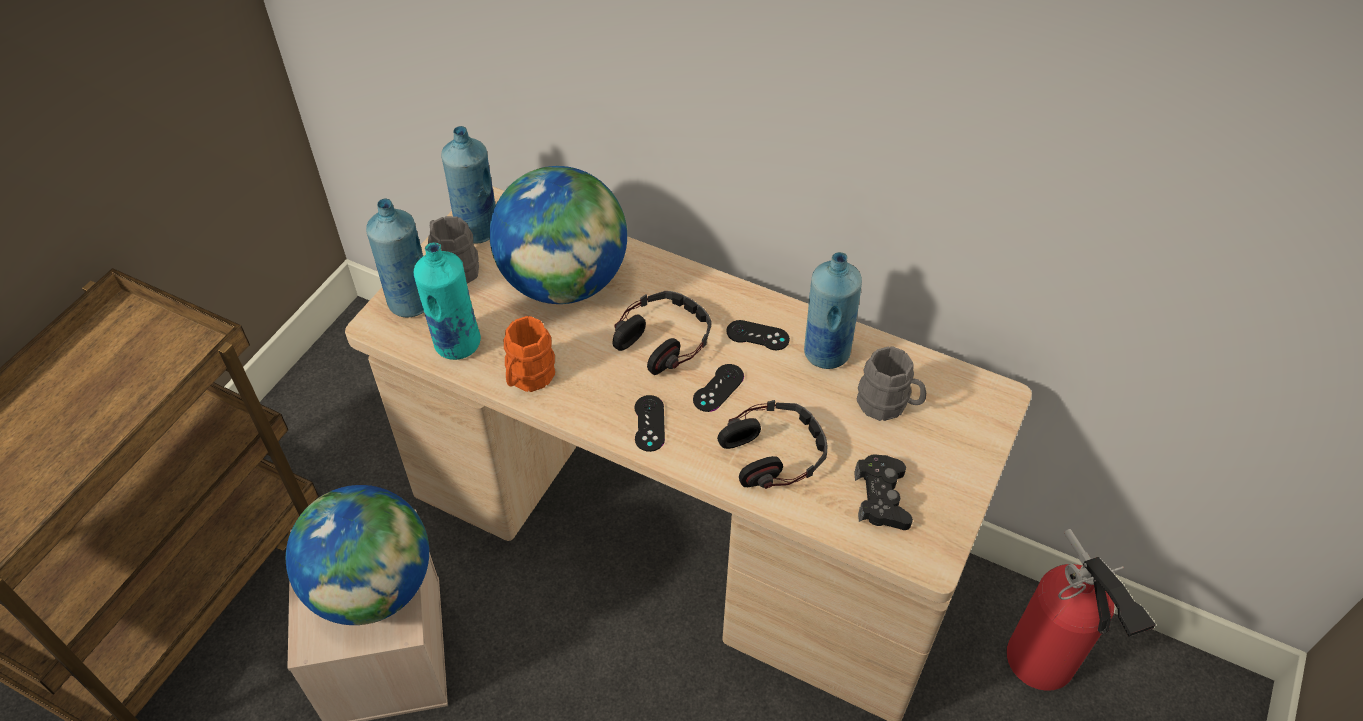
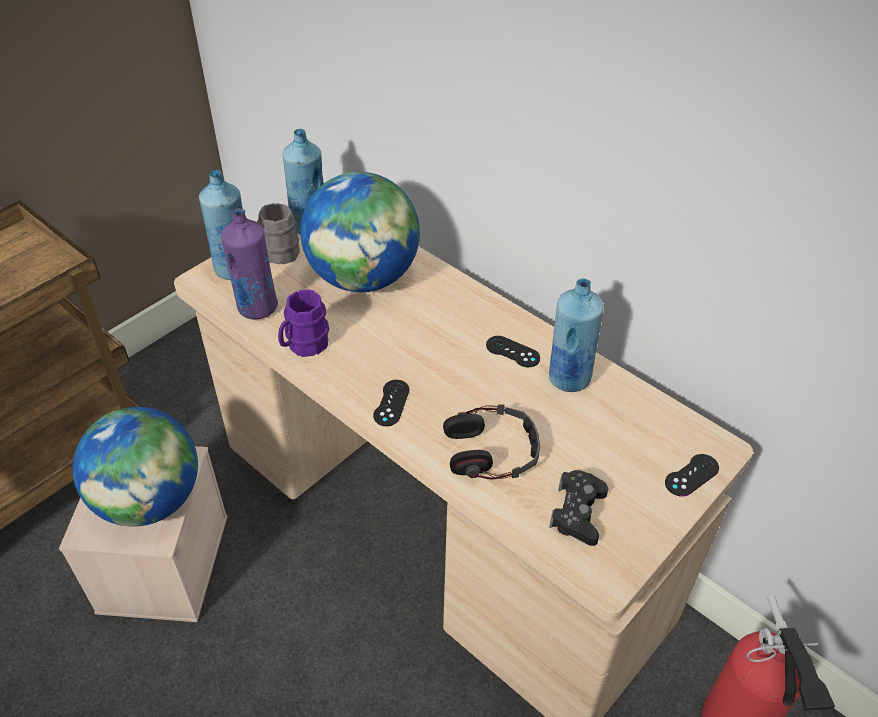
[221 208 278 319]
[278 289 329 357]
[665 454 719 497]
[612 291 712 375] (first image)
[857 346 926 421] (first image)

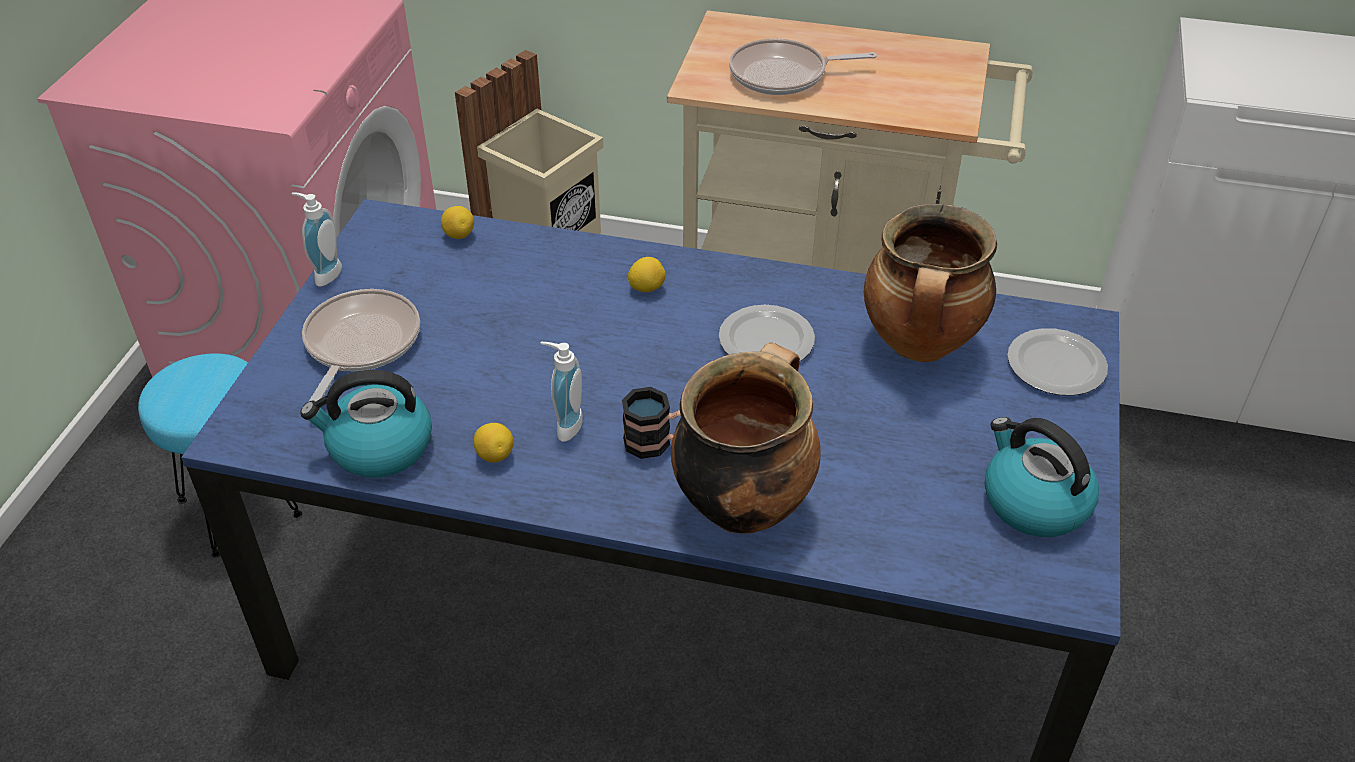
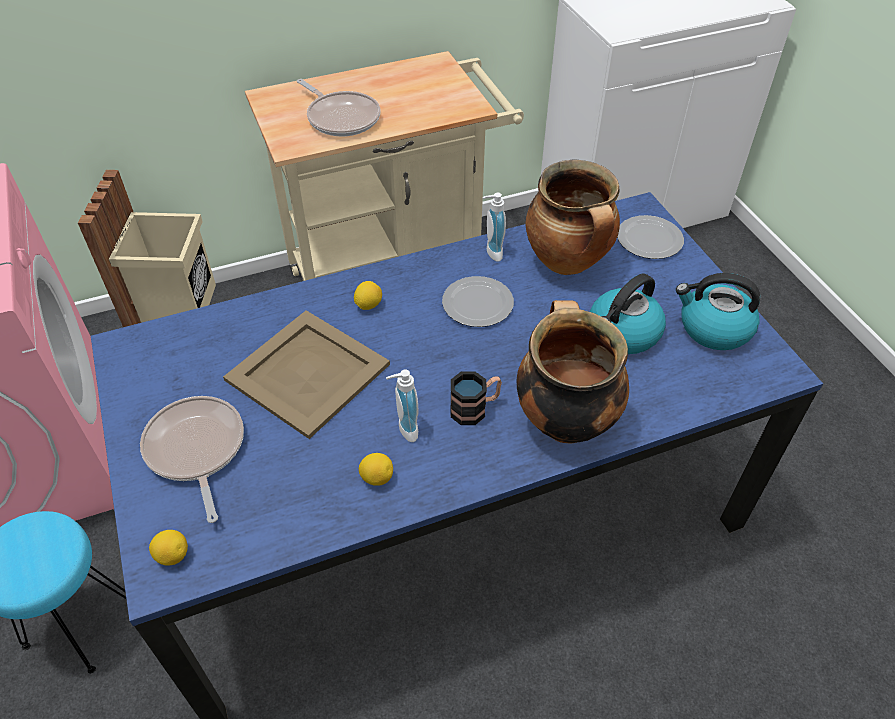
[149 530 188 566]
[223 310 390 439]
[297 79 380 137]
[482 193 506 262]
[590 273 666 354]

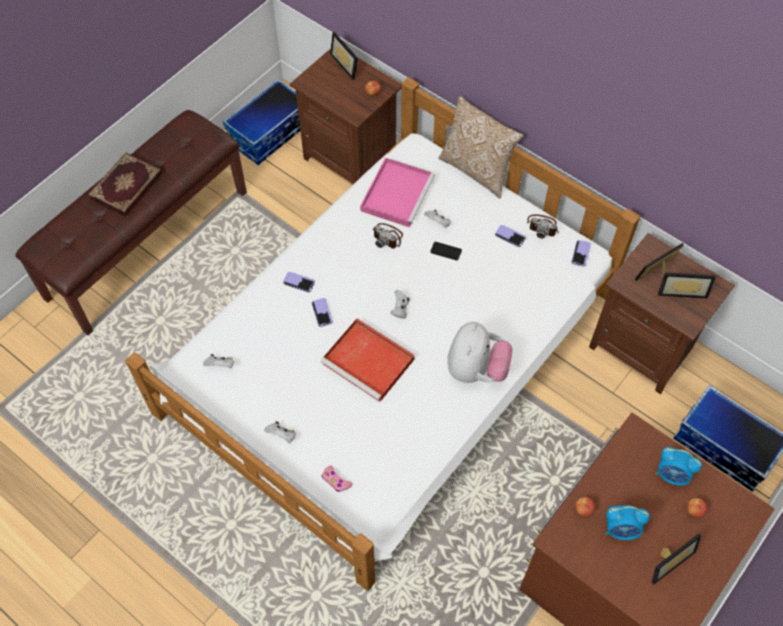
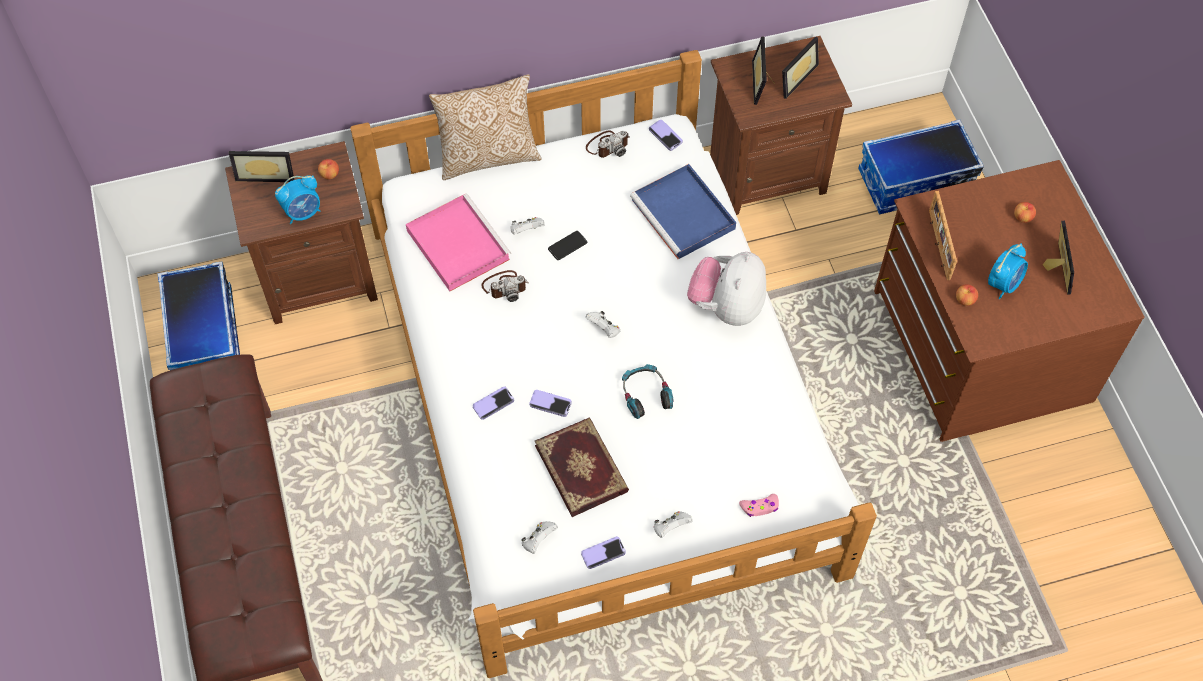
[275 175 320 224]
[535 418 629 517]
[581 537 626 569]
[622 364 674 419]
[630 164 736 259]
[687 252 766 326]
[929 191 957 280]

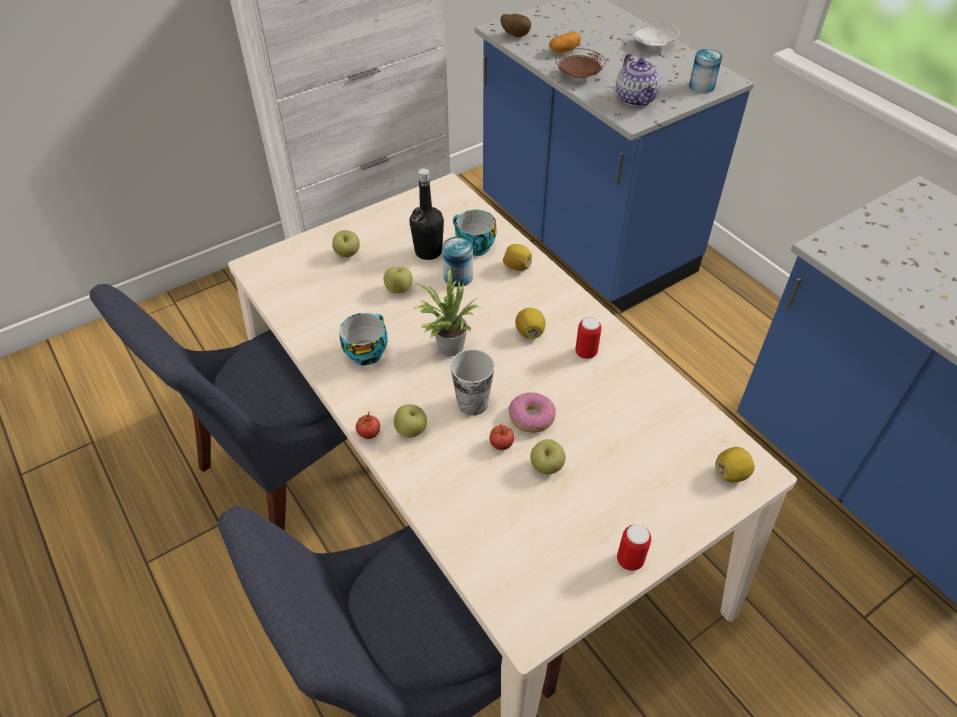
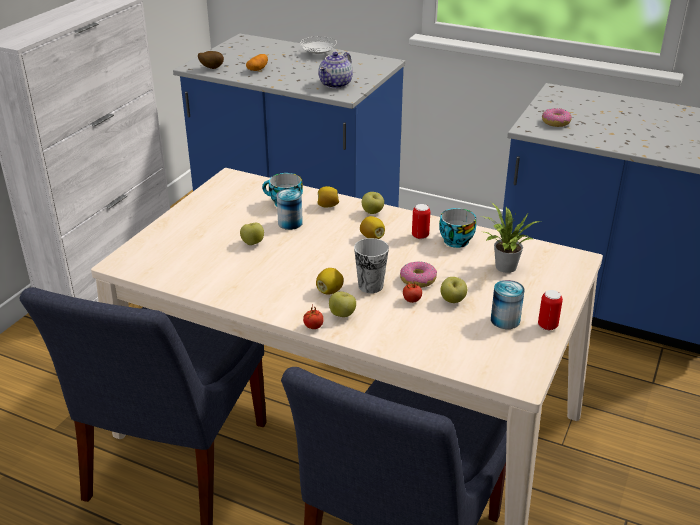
[316 268 344 295]
[318 52 353 89]
[362 192 384 214]
[439 208 476 248]
[484 202 541 273]
[491 280 524 329]
[542 108 572 127]
[410 168 444 260] (first image)
[556 48 606 78] (first image)

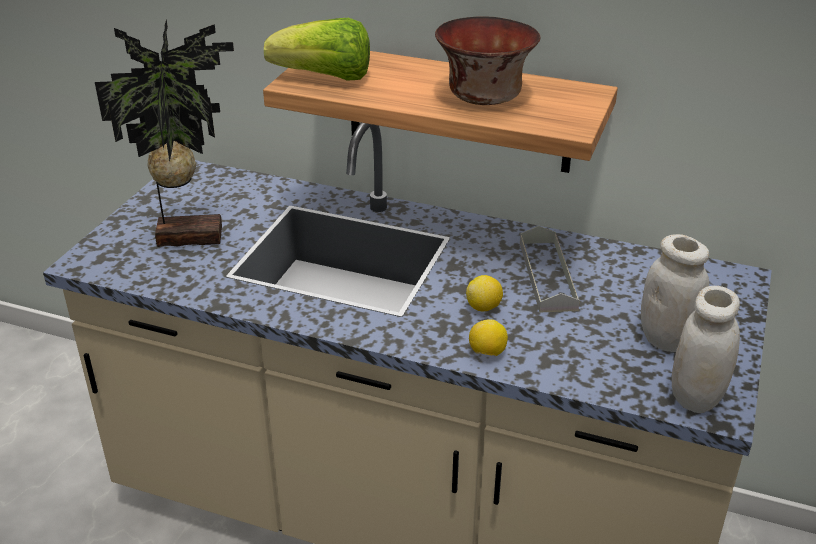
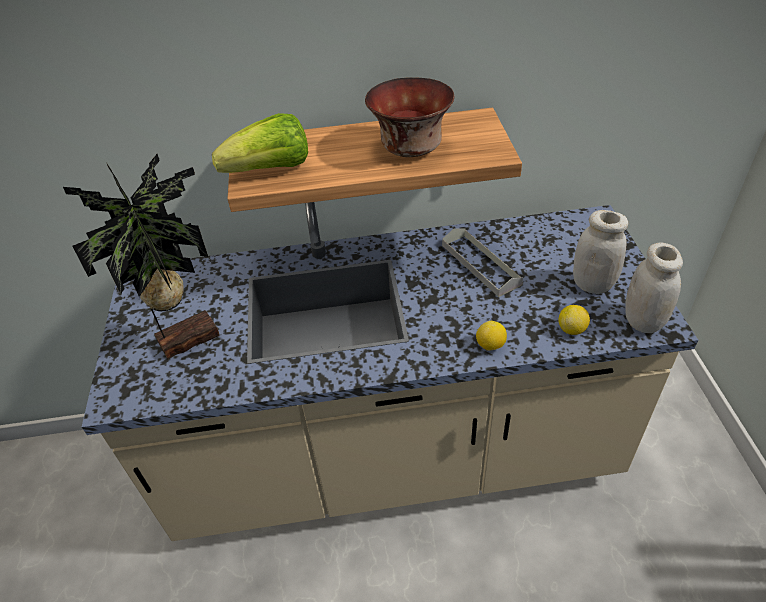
[558 305 590 335]

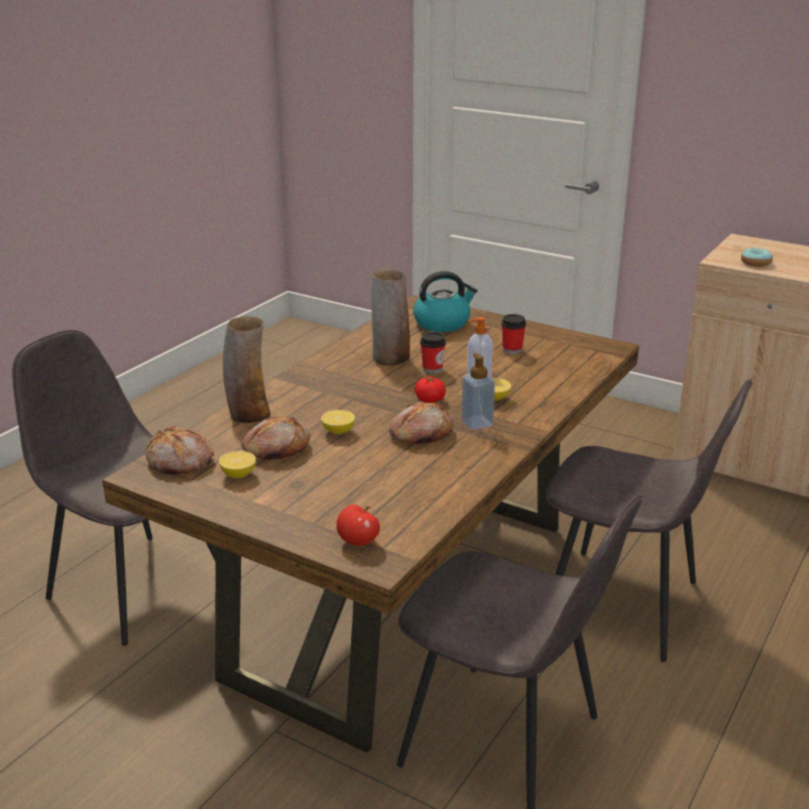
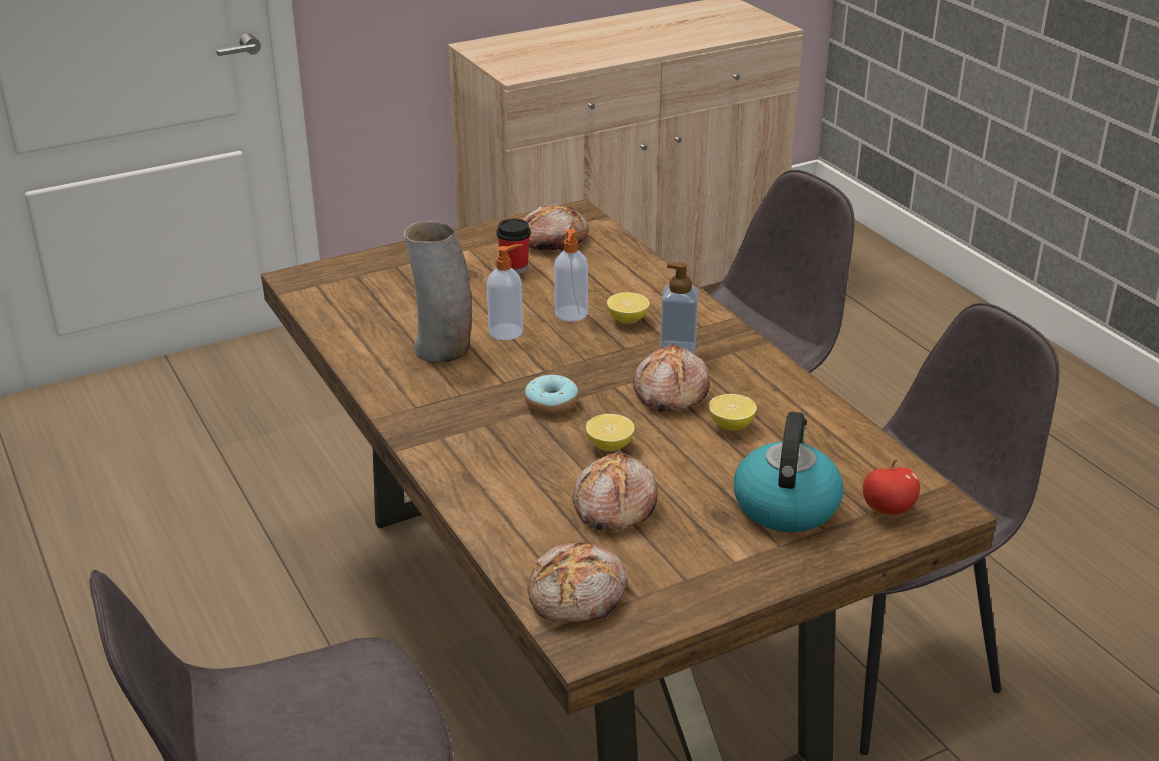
[487 244 523 340]
[522 204 589 251]
[524 375 579 415]
[708 394 757 431]
[734 412 844 532]
[223 316 270 423] (first image)
[414 377 446 403] (first image)

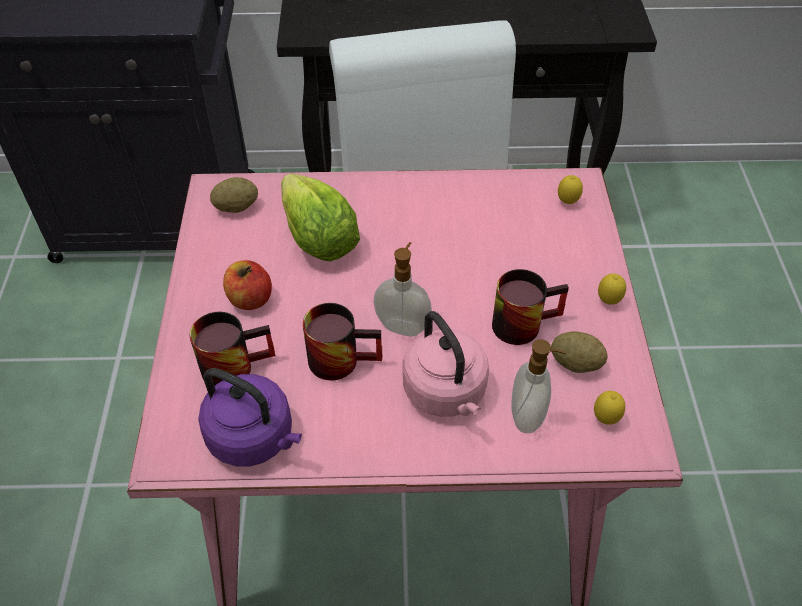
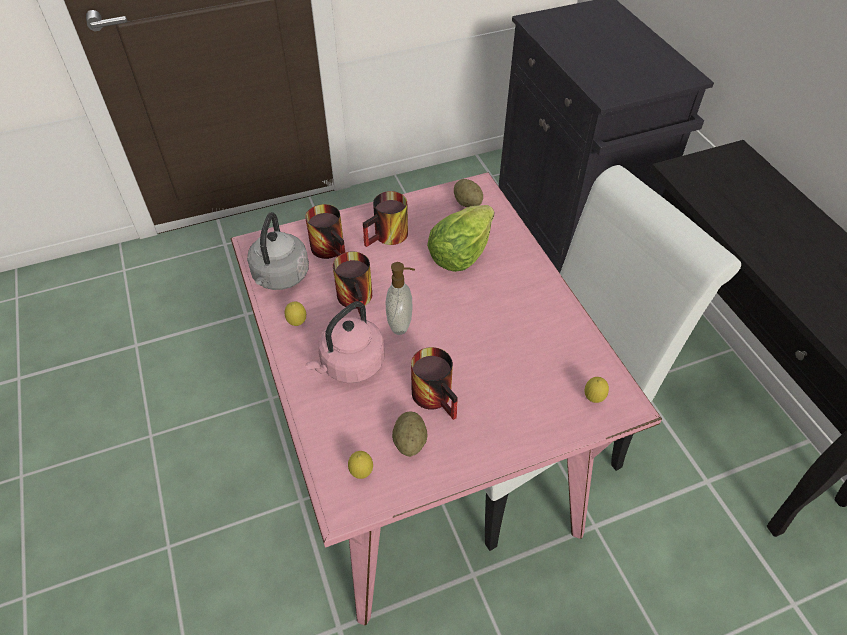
[247 212 309 290]
[285 302 306 326]
[363 191 408 247]
[511 339 566 433] (first image)

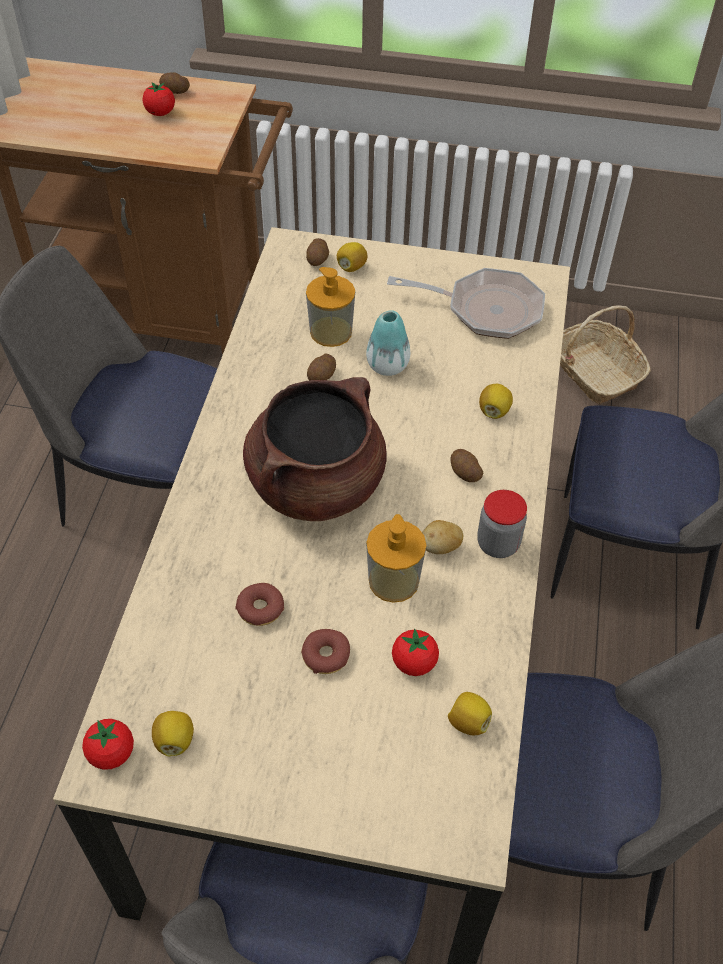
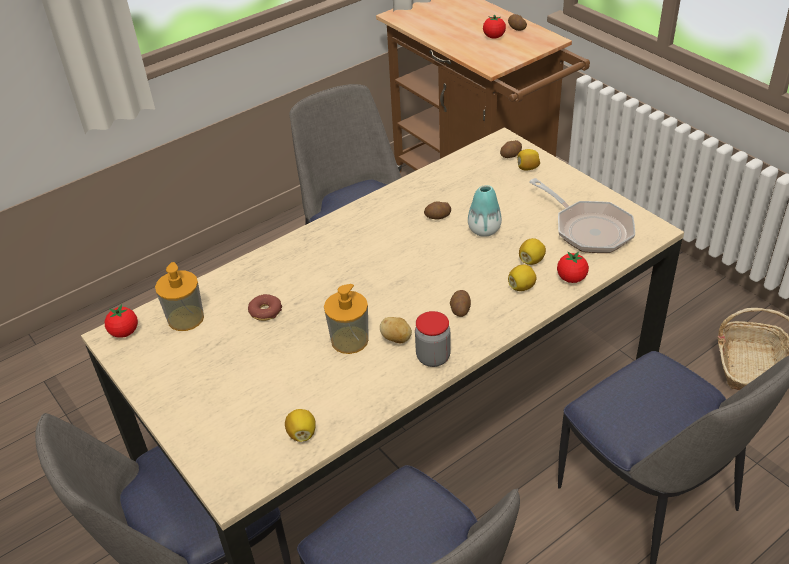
[155 262 204 331]
[519 238 546 265]
[557 251 589 283]
[243 377 387 521] (first image)
[301 629 350 674] (first image)

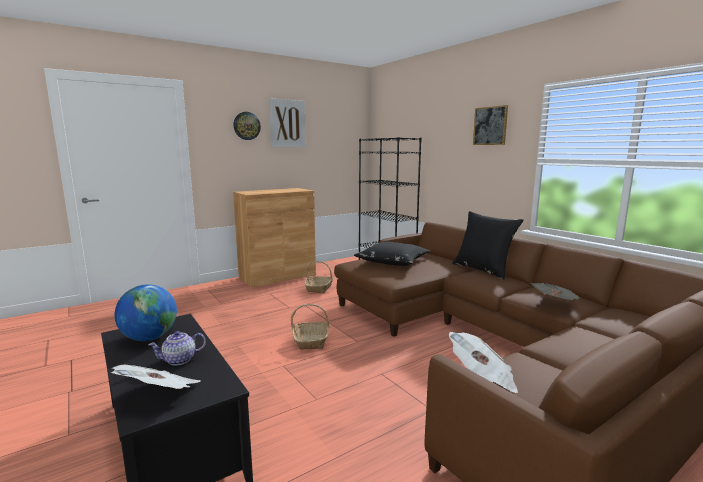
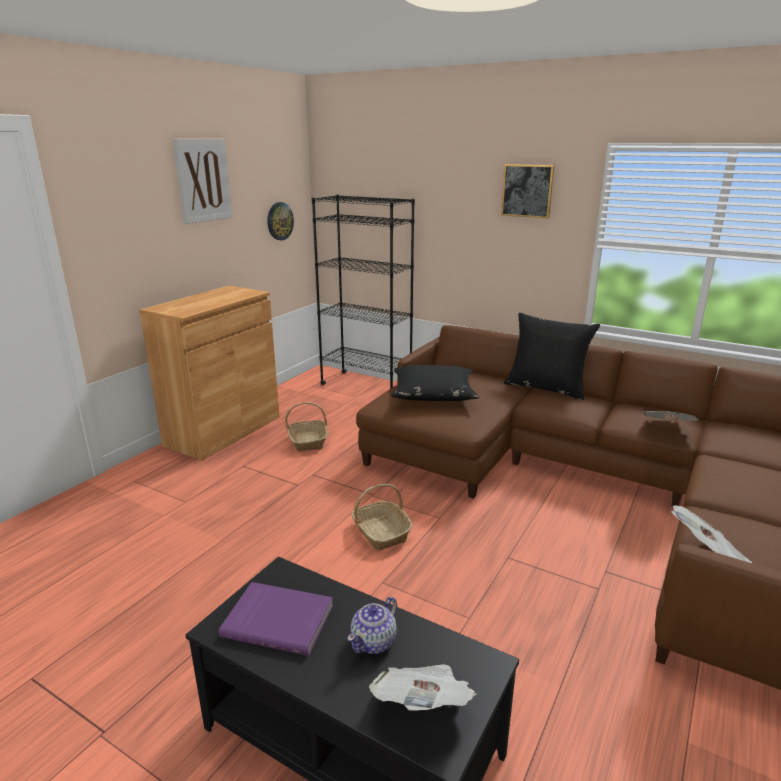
[219 582 333 656]
[267 202 294 240]

